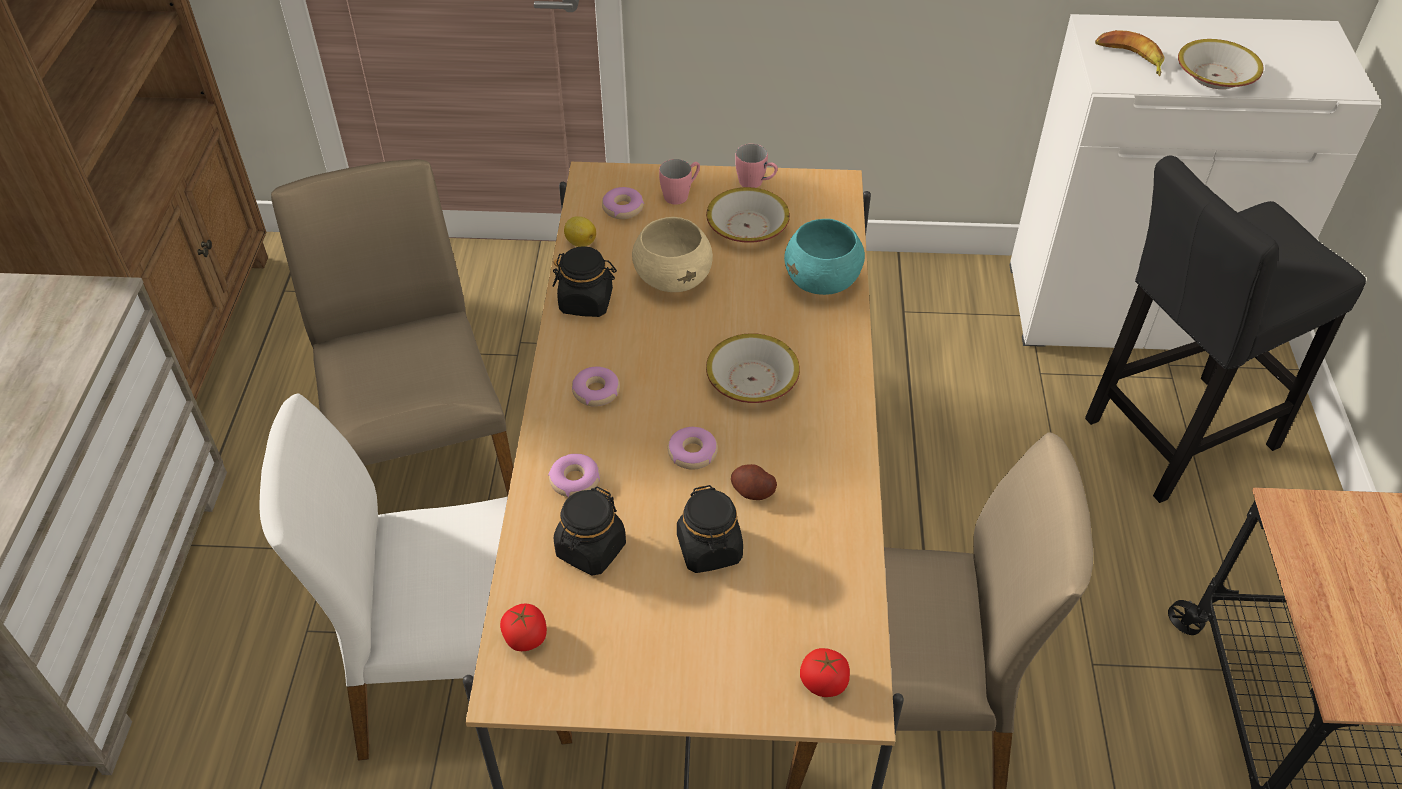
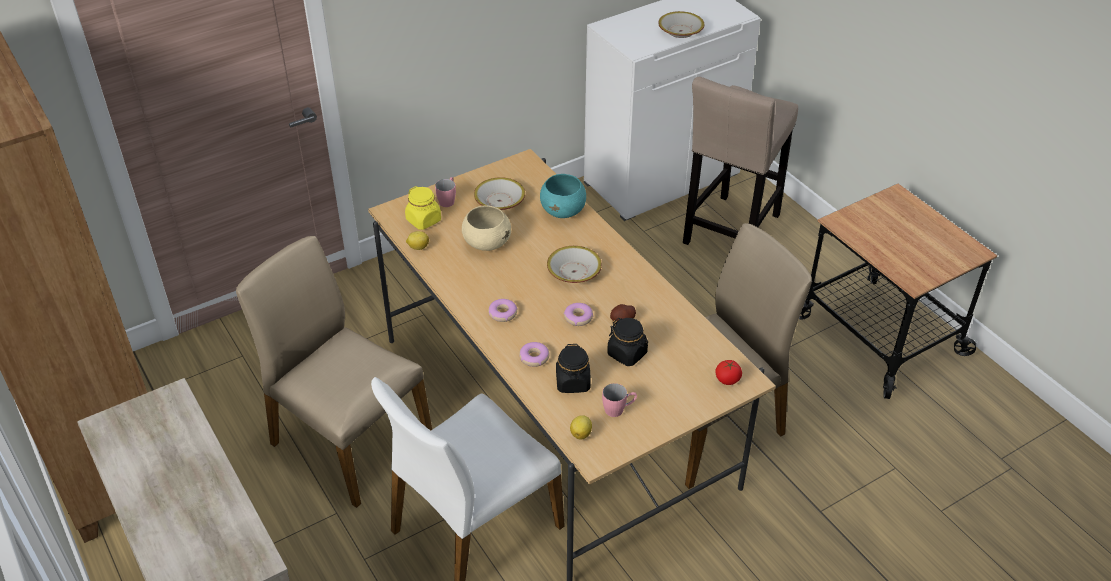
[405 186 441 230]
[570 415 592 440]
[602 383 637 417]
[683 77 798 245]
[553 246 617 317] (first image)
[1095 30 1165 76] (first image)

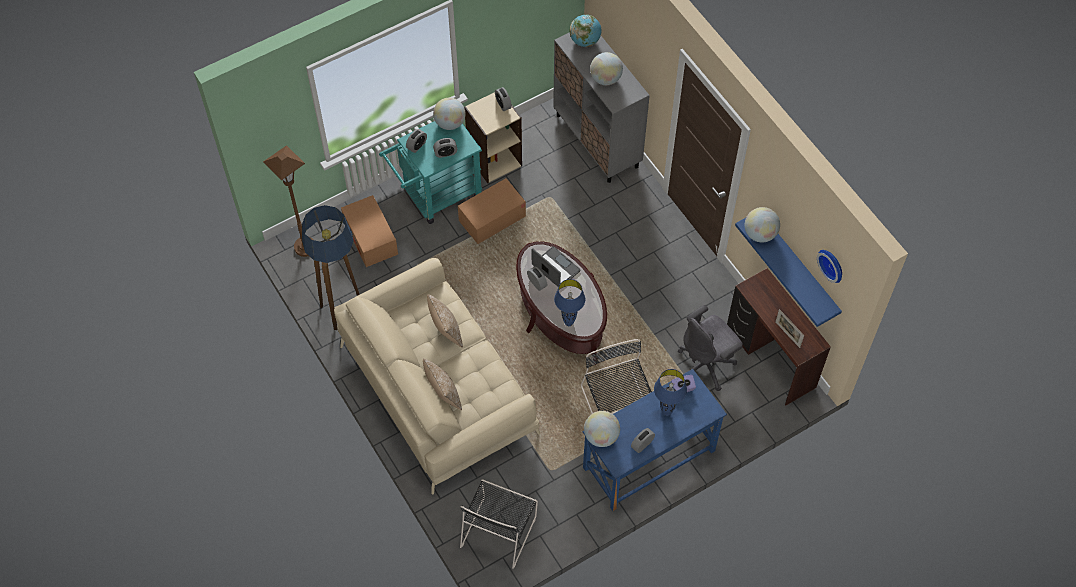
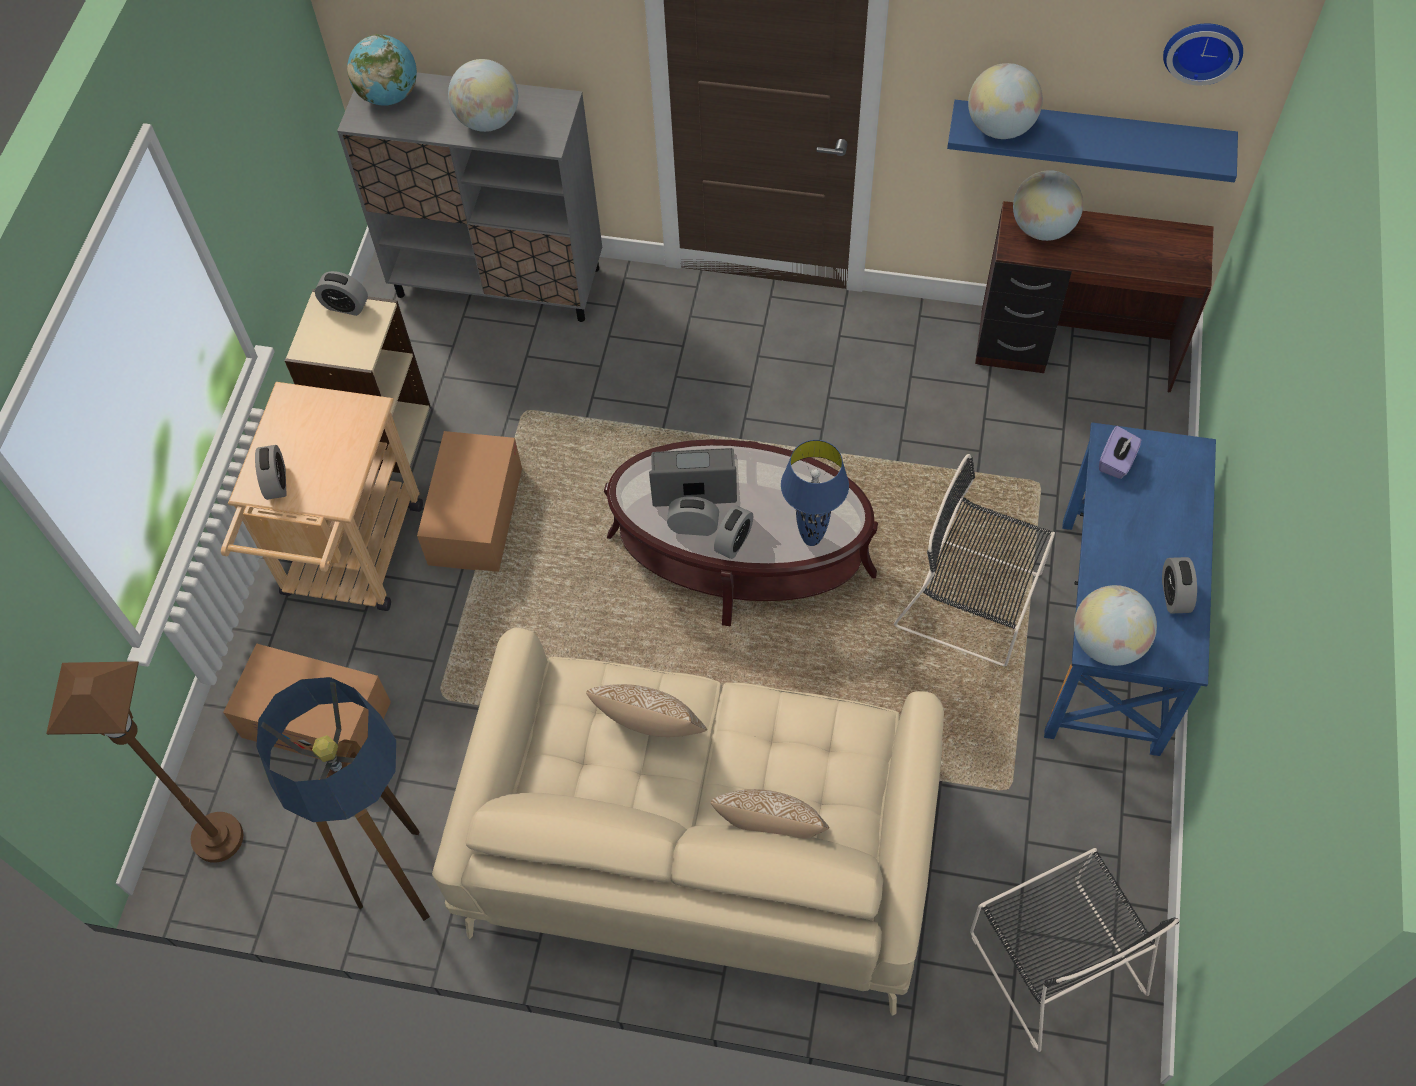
[221 382 423 611]
[714 505 753 559]
[1013 170 1083 241]
[654 369 687 416] (first image)
[678 305 743 391] (first image)
[776 309 804 348] (first image)

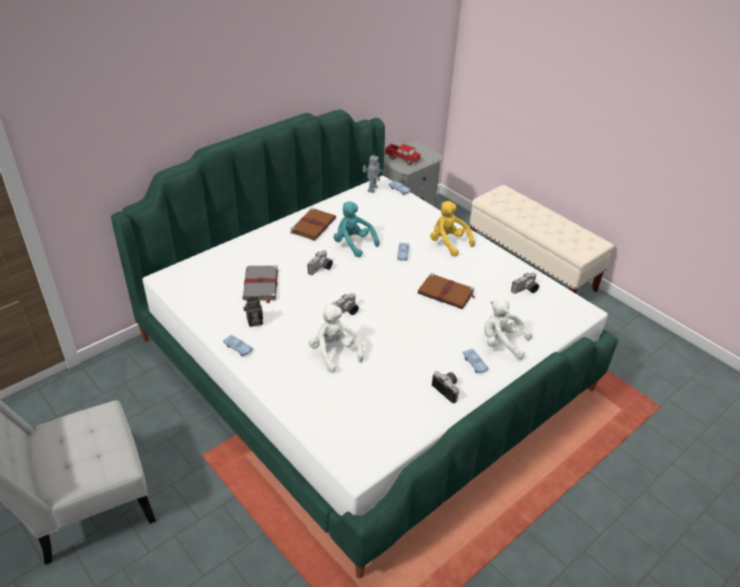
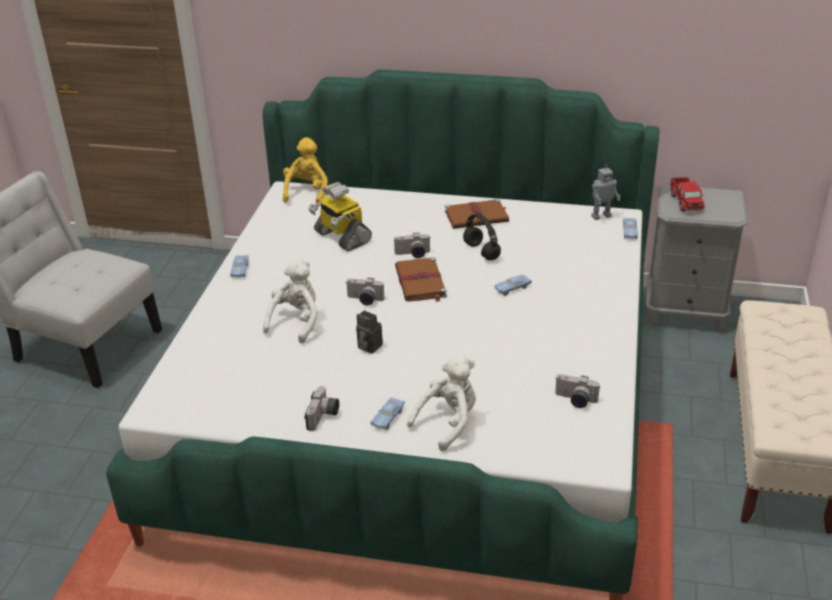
[283 137 328 204]
[308 182 372 251]
[356 310 383 354]
[395 257 447 302]
[407 355 476 451]
[463 213 501 260]

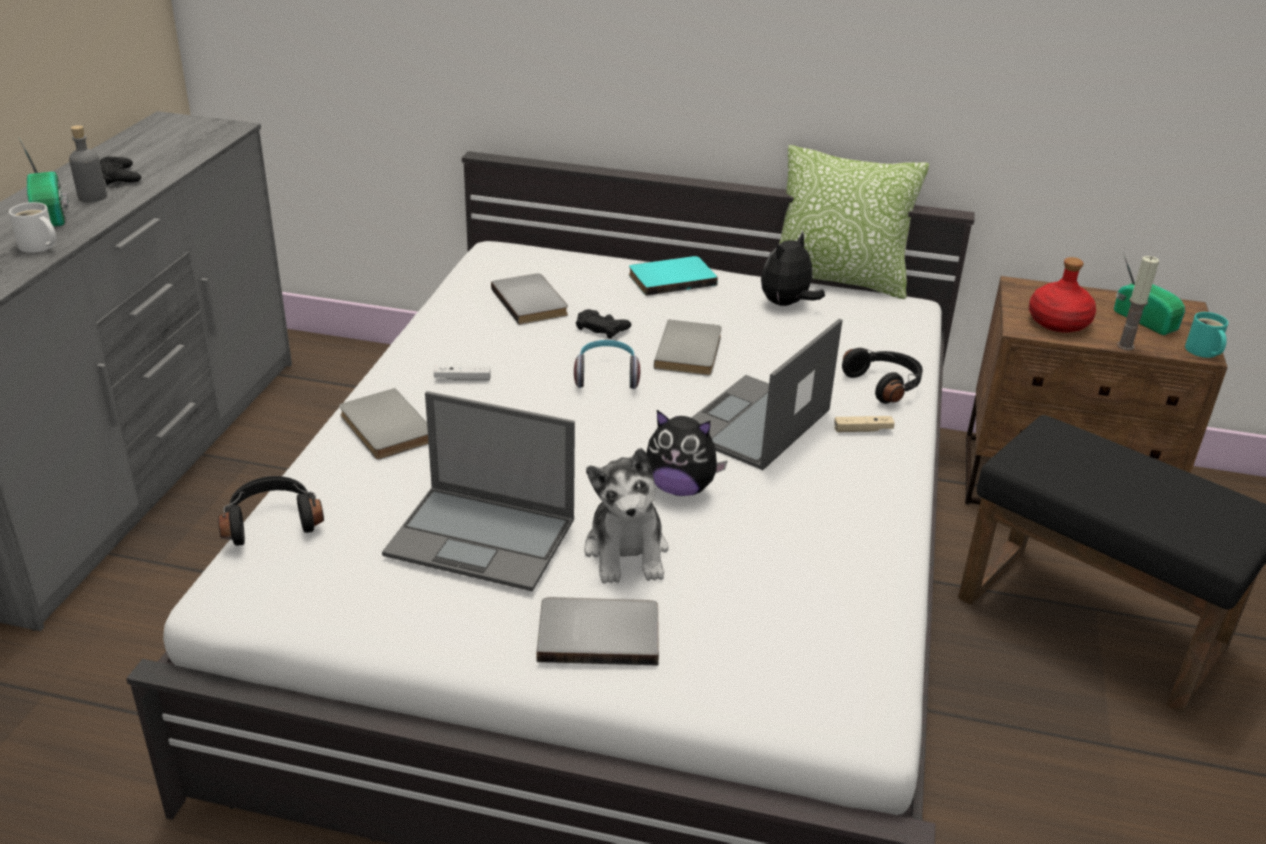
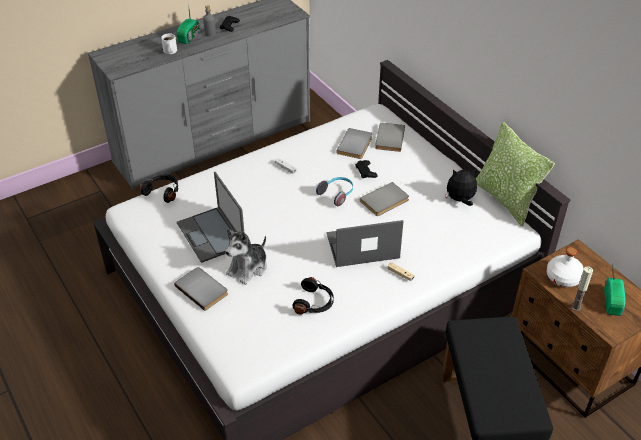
[292 277 334 315]
[375 123 405 152]
[547 247 584 287]
[629 256 718 296] (first image)
[646 410 728 496] (first image)
[1185 312 1228 358] (first image)

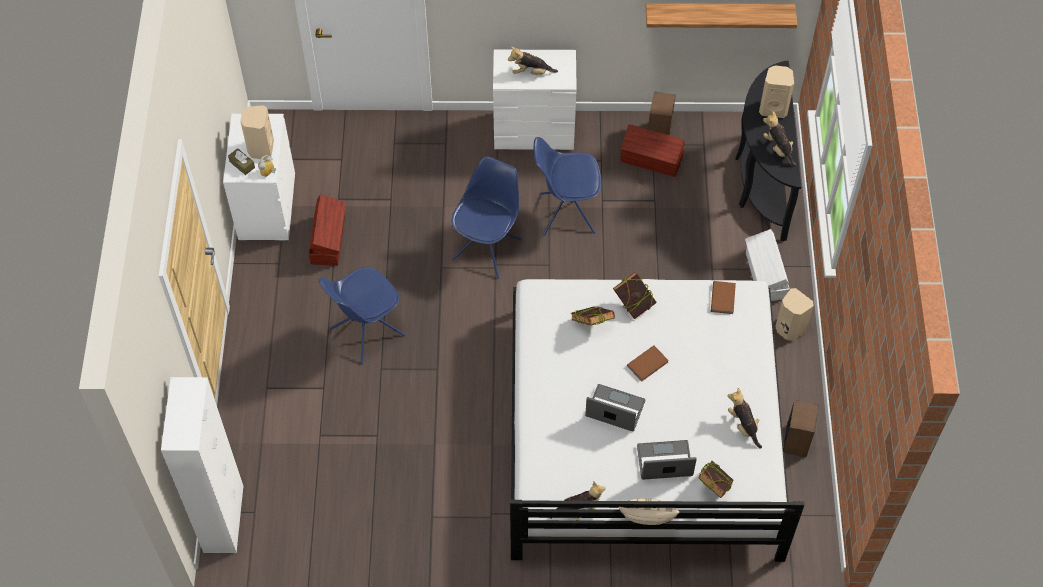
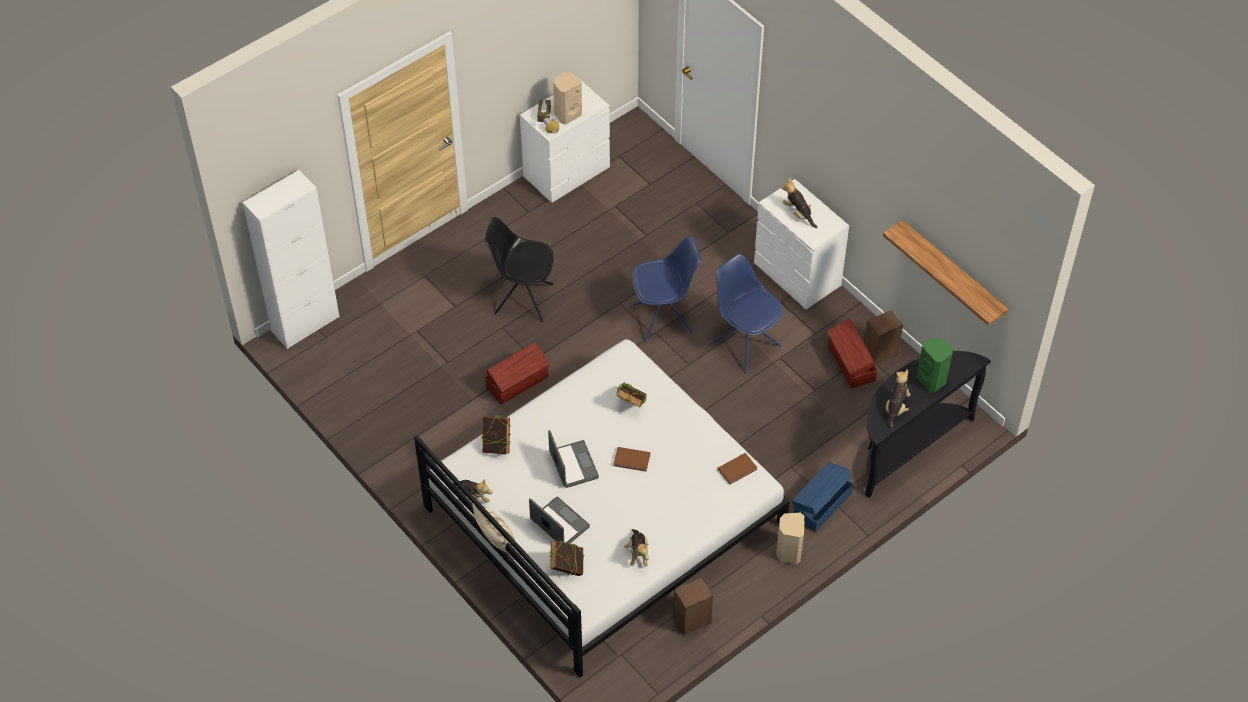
[481 415 511 455]
[485 217 554 322]
[485 342 549 405]
[624 529 649 566]
[792 462 853 532]
[916 337 953 393]

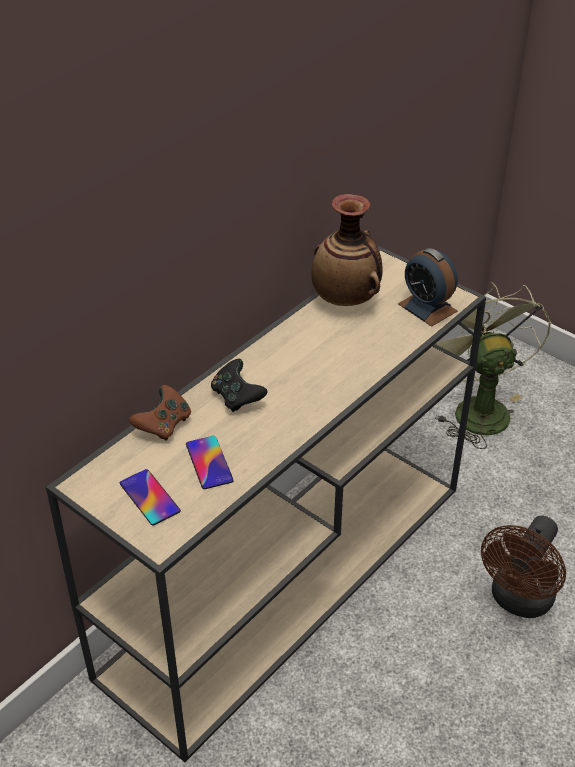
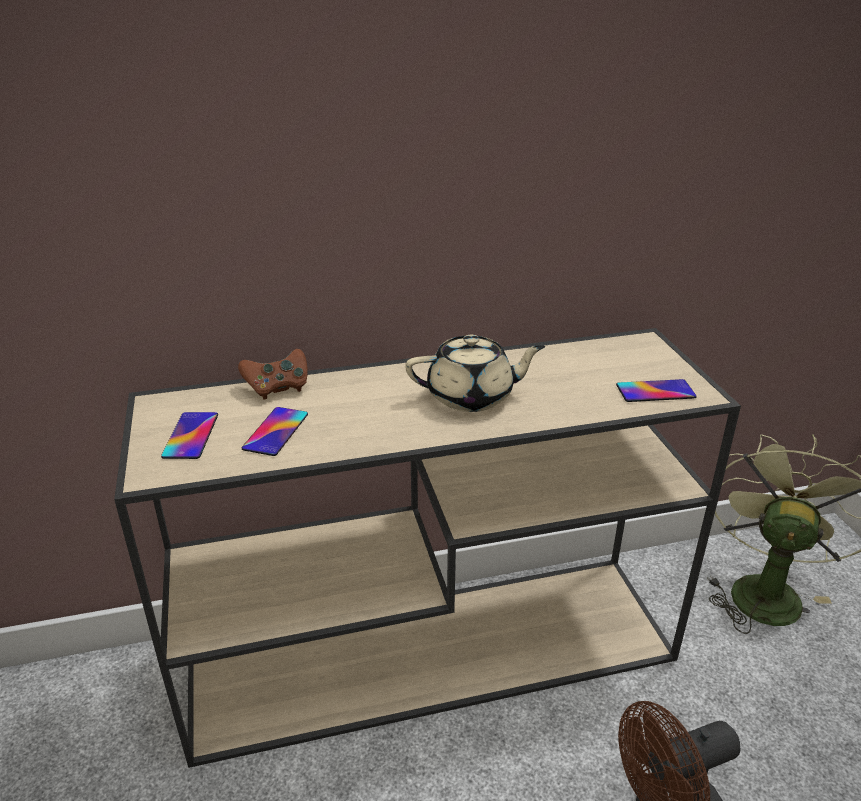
[406 335 545 412]
[616 379 697 402]
[211 359 268 412] (first image)
[311 194 383 306] (first image)

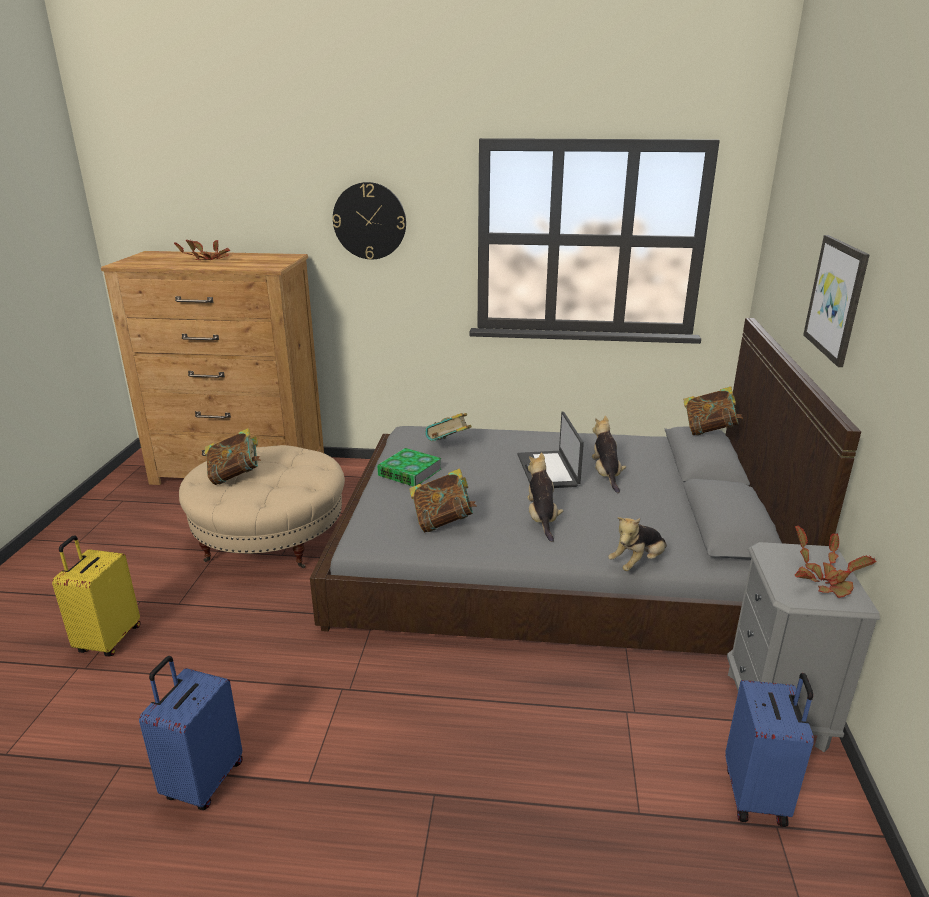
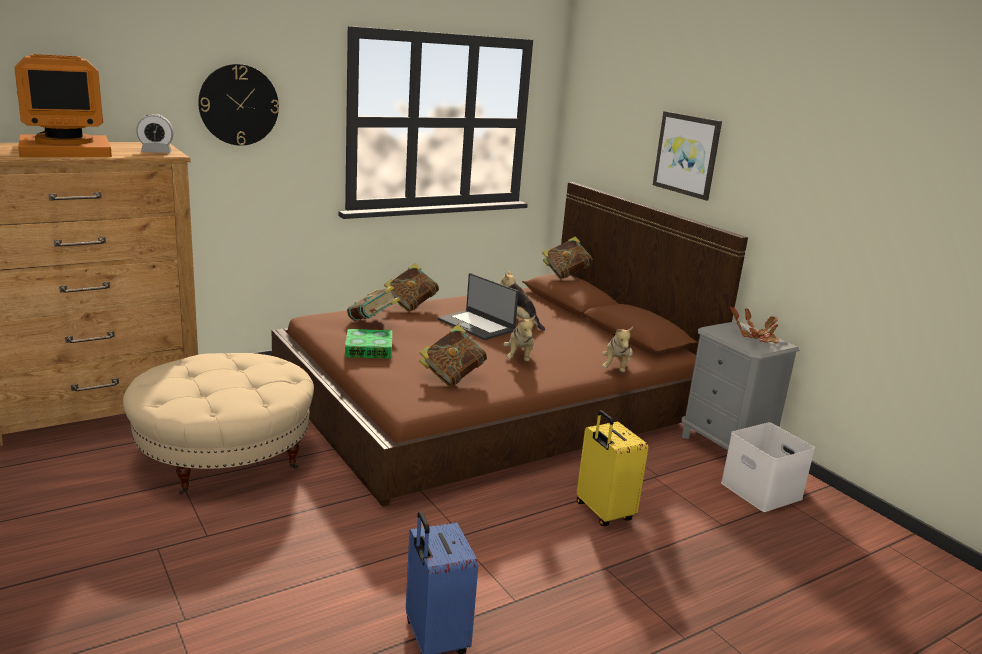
[15 54 112 157]
[136 114 174 153]
[271 182 748 507]
[384 263 439 312]
[504 316 535 362]
[577 410 648 526]
[721 422 815 512]

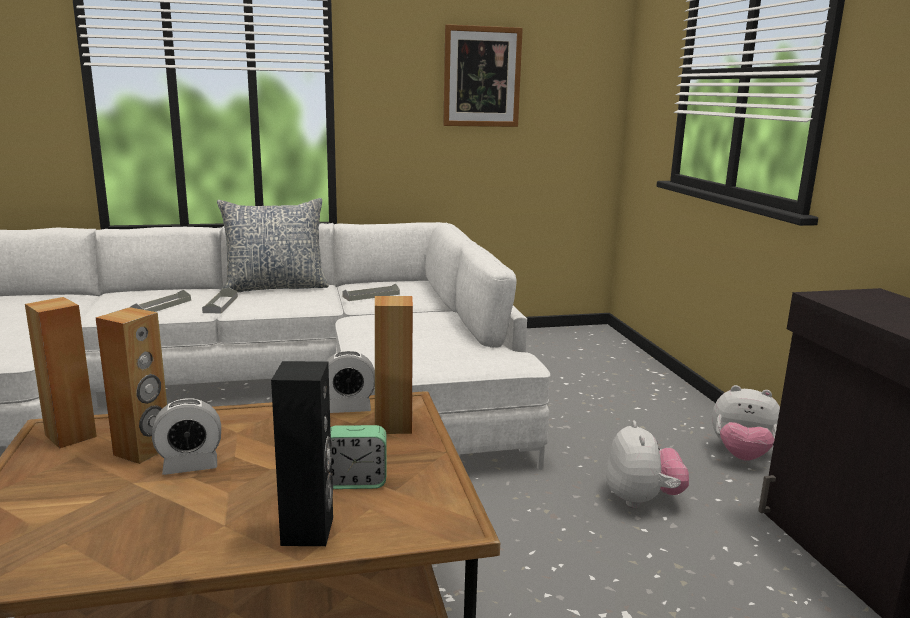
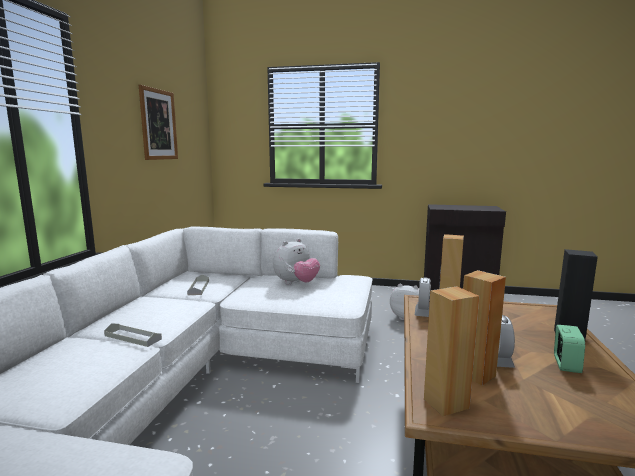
[273 238 320 284]
[554 325 585 373]
[130 290 191 312] (first image)
[217 198 329 292] (first image)

